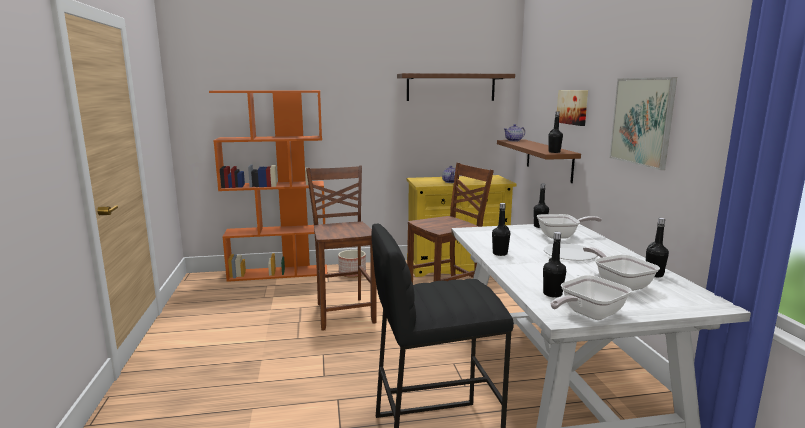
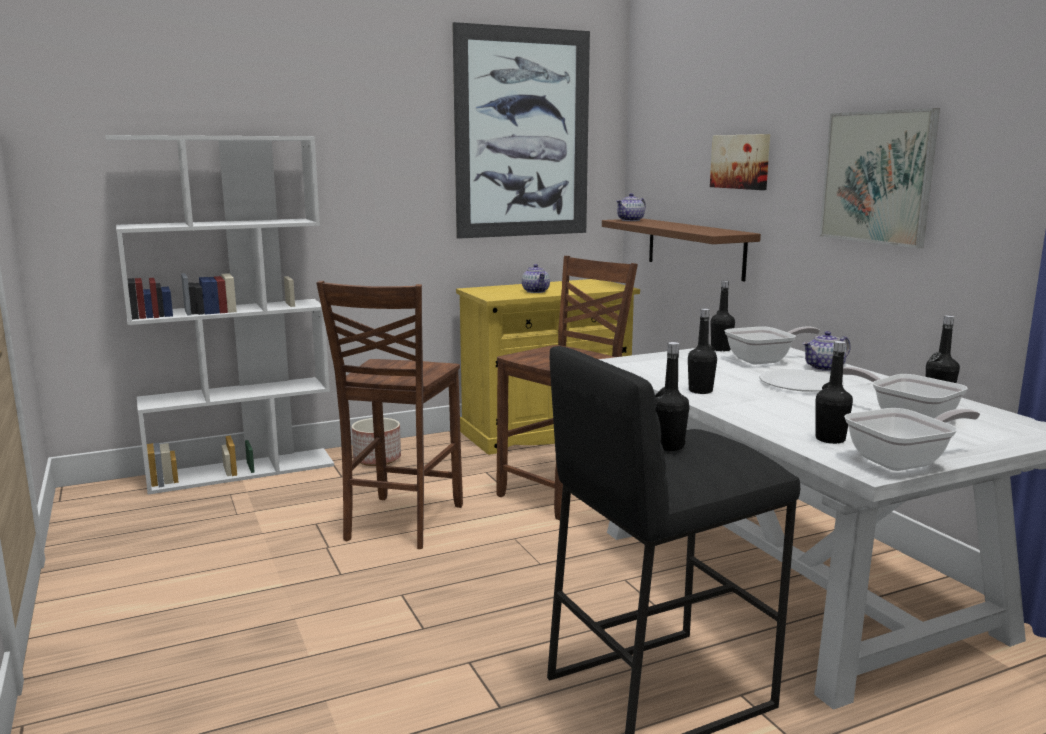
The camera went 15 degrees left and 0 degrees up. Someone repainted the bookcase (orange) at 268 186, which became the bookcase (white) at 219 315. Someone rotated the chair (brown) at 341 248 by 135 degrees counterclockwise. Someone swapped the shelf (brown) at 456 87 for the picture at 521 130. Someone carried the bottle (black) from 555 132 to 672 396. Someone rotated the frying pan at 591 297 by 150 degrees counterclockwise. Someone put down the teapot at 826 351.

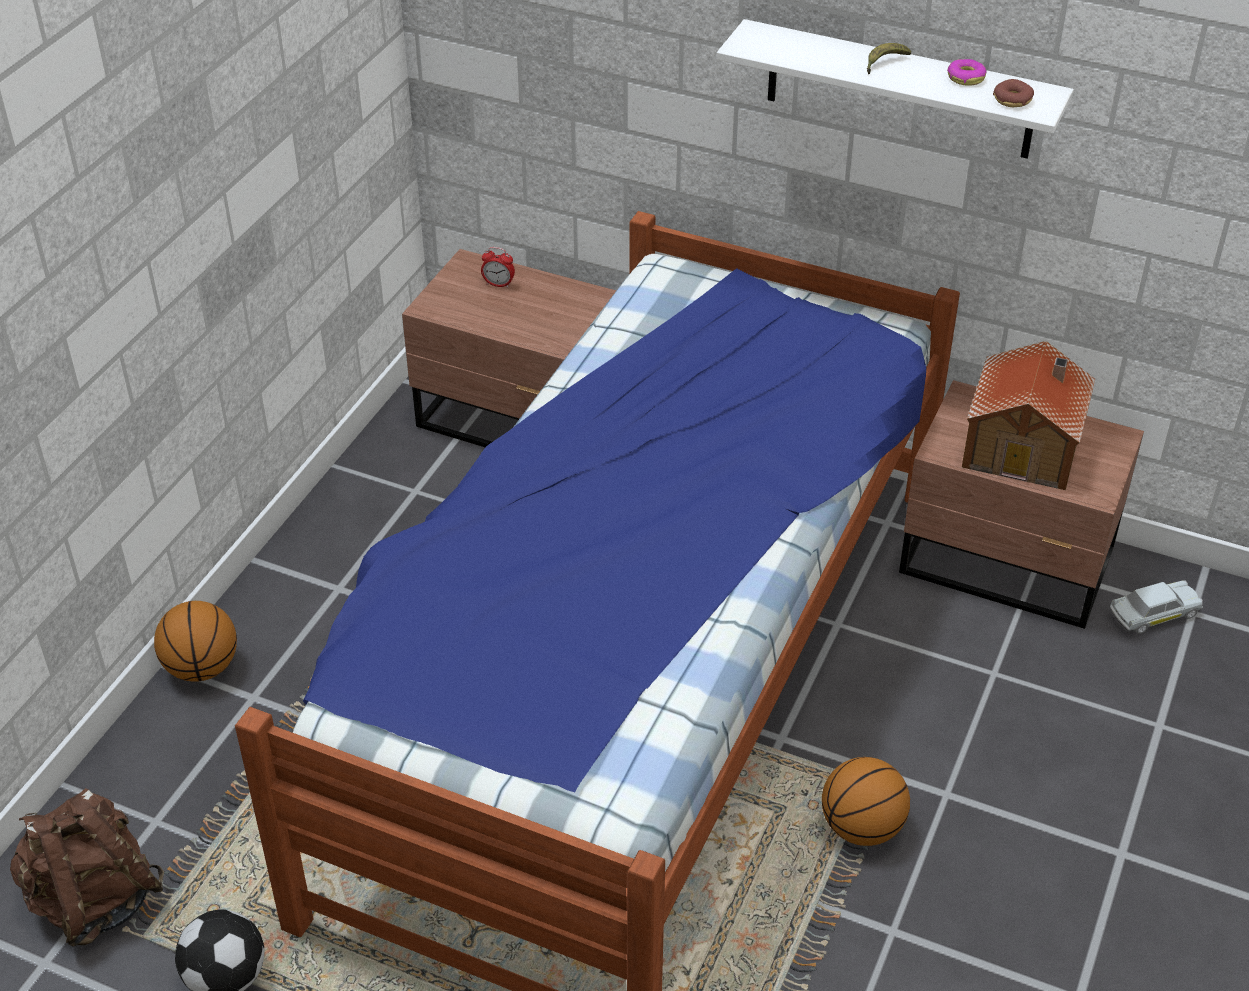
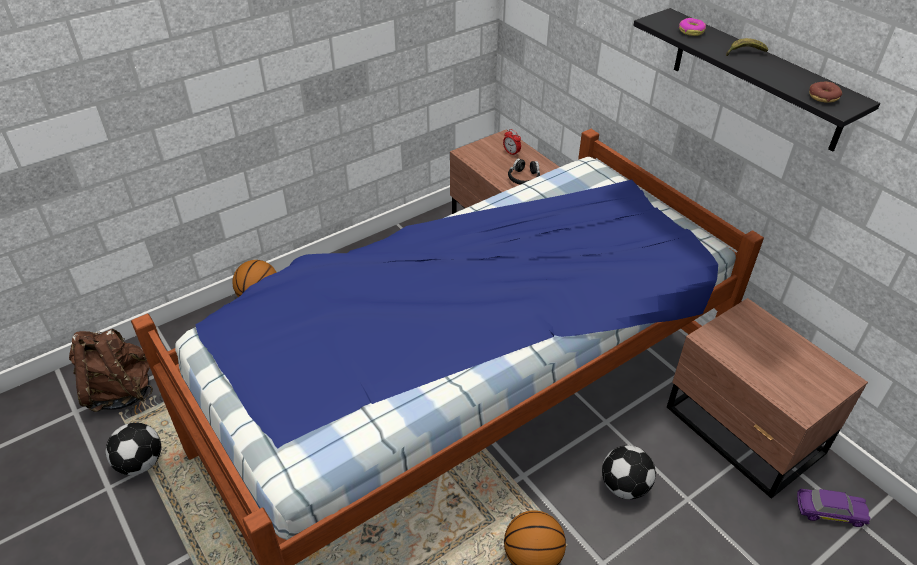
The camera went 30 degrees right and 0 degrees up. Someone repainted the shelf (white) at 895 89, which became the shelf (black) at 756 79. Someone carried the donut from 967 72 to 692 27. Someone took away the toy house at 1028 415. Someone repainted the toy car (white) at 1156 607, which became the toy car (purple) at 834 508. Someone put down the headphones (black) at 524 171. Someone put down the football at 629 472.

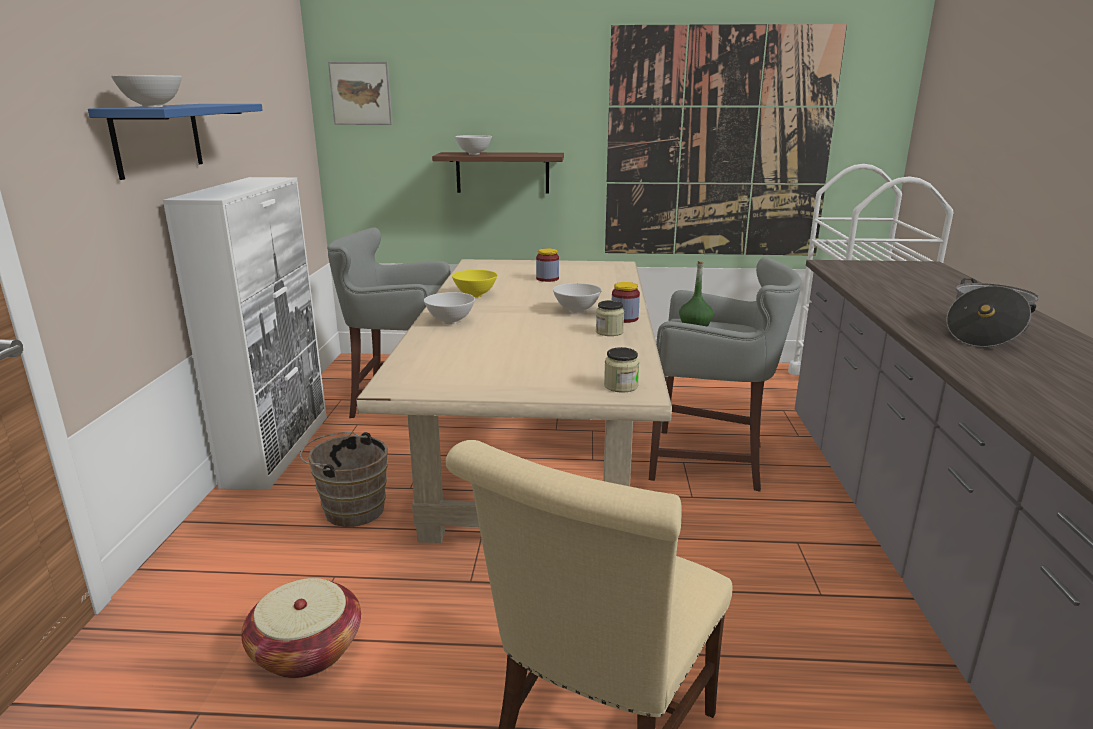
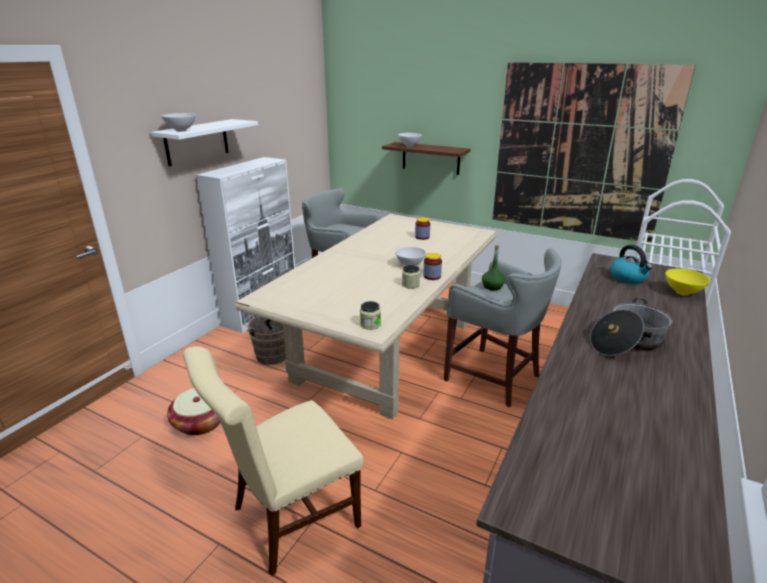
The camera went 25 degrees right and 5 degrees up. Someone repainted the shelf (blue) at 175 142, which became the shelf (white) at 204 142. Someone took away the picture at 360 93. Someone took away the bowl (white) at 449 308. Someone carried the bowl (yellow) from 474 283 to 687 282. Someone put down the kettle at 631 264.

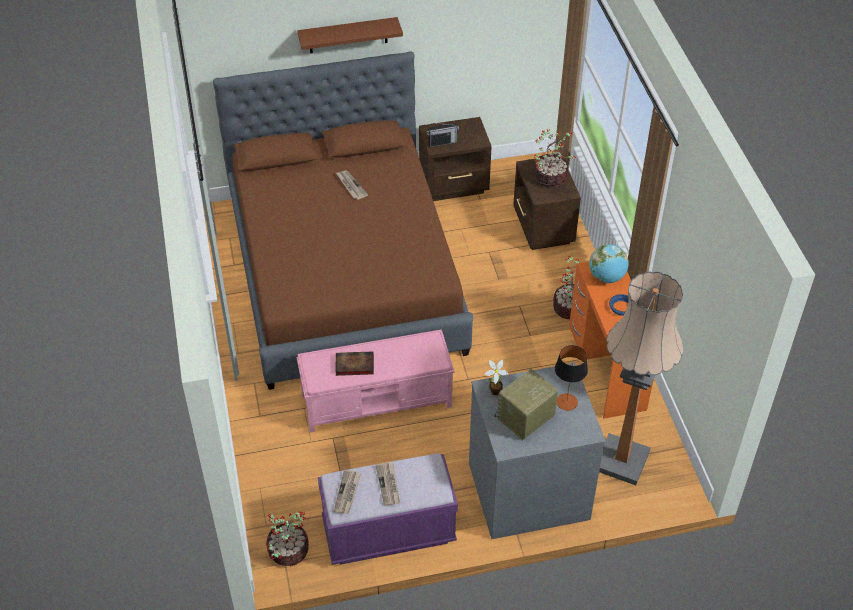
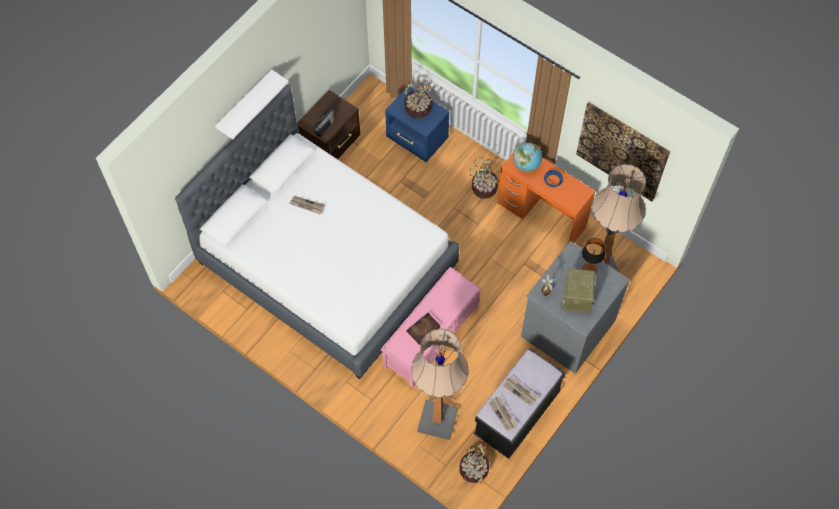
The camera went 40 degrees left and 15 degrees up. Someone repainted the bed (brown) at 343 220, which became the bed (white) at 317 232. Someone repainted the shelf (brown) at 350 35, which became the shelf (white) at 252 104. Someone repainted the bench (purple) at 388 509, which became the bench (black) at 519 403. Someone repainted the nightstand (brown) at 547 204, which became the nightstand (blue) at 417 124. Someone put down the floor lamp at 440 384. Someone put up the picture at 623 152.

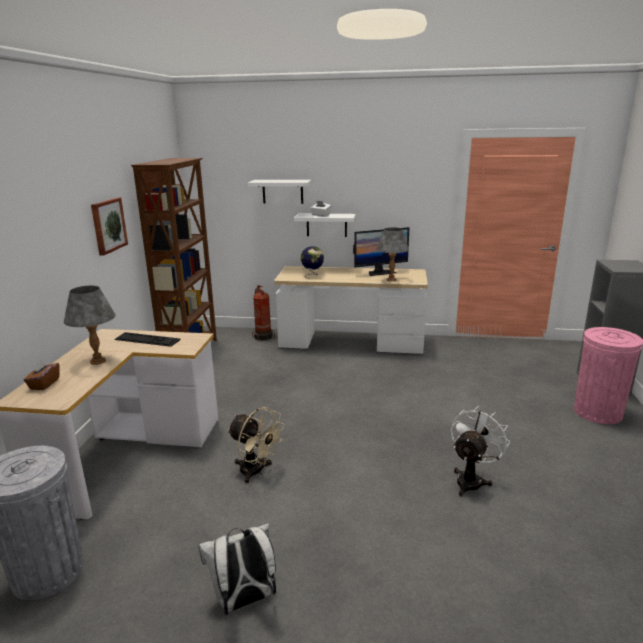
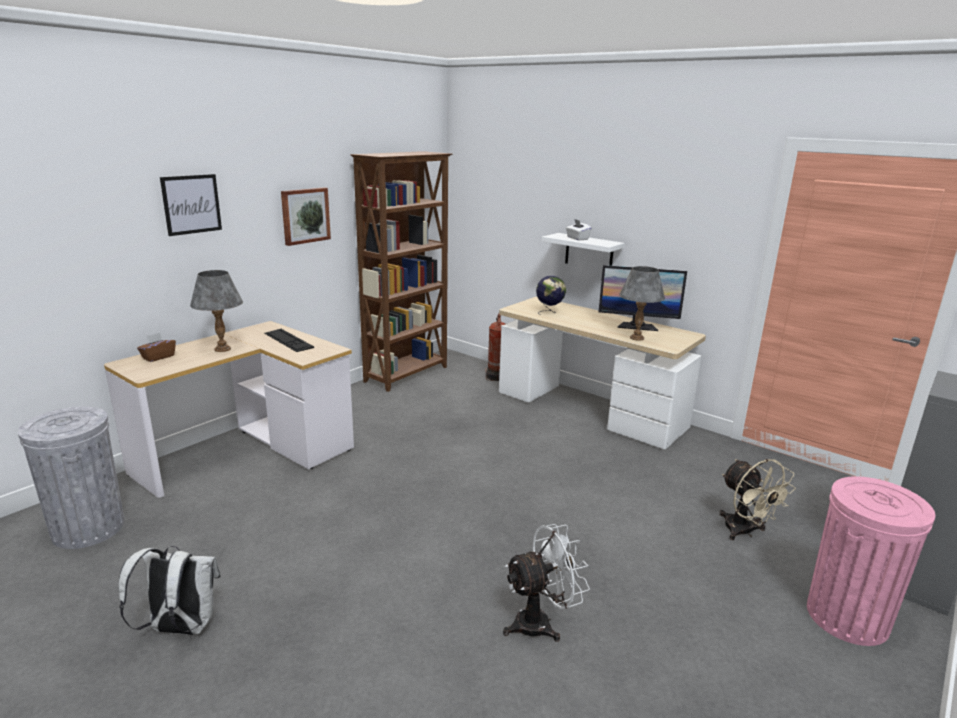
The camera went 30 degrees right and 0 degrees up. Someone carried the fan (beige) from 256 445 to 757 499. Someone took away the shelf (white) at 279 192. Someone put up the picture at 191 205.

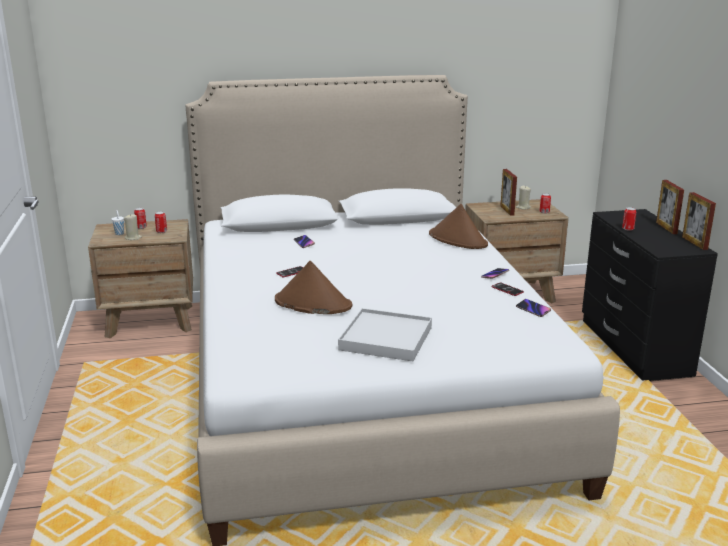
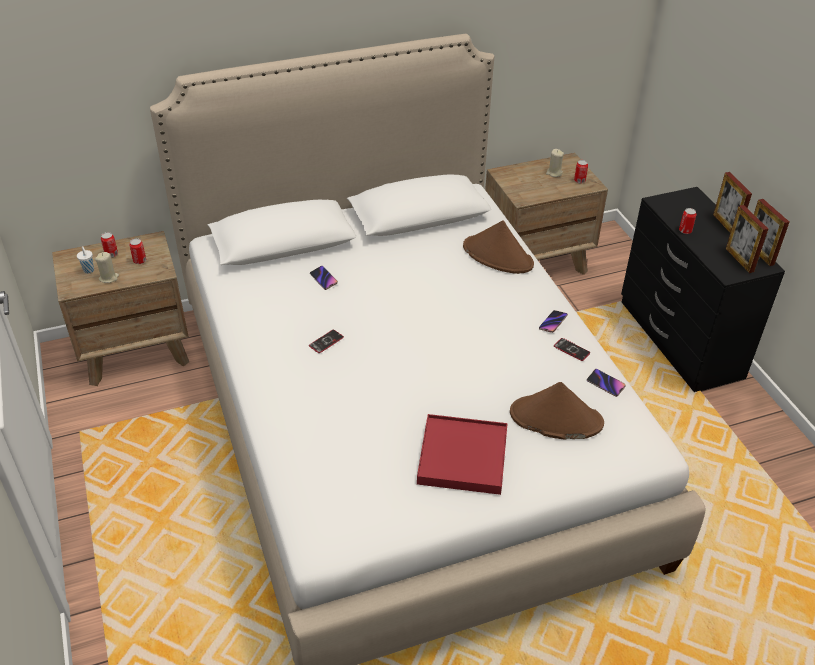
The camera went 10 degrees left and 20 degrees up. Someone carried the hat (brown) from 313 287 to 557 411. Someone repainted the tray (white) at 385 334, which became the tray (red) at 462 454. Someone carried the picture frame from 508 192 to 747 239.

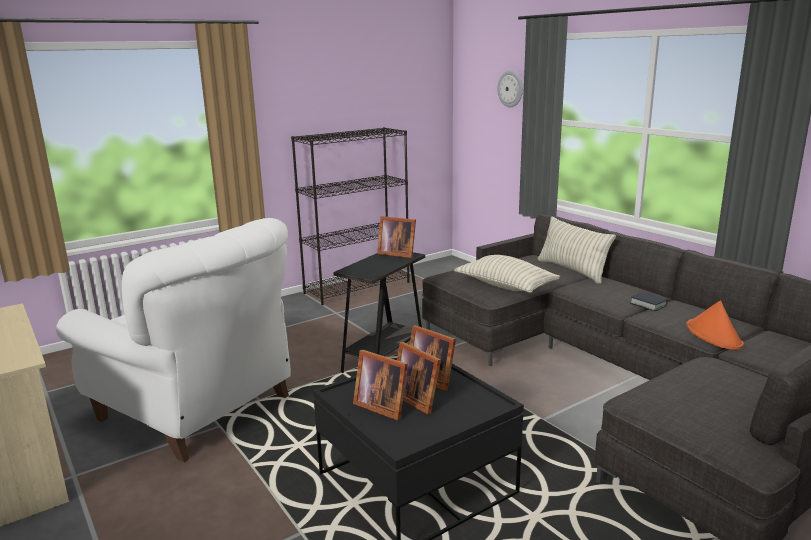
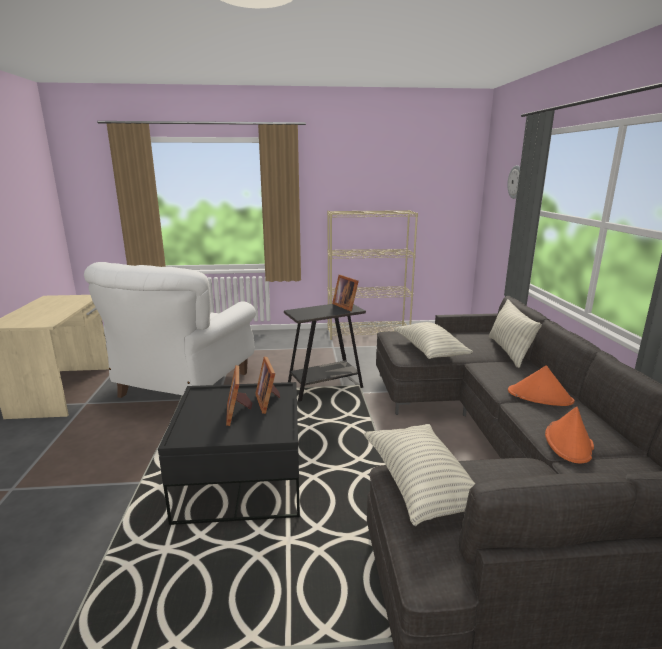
The camera went 30 degrees right and 0 degrees up. Someone rotated the armchair (white) at 173 340 by 45 degrees clockwise. Someone repainted the bookcase (black) at 350 216, which became the bookcase (beige) at 372 275. Someone took away the picture frame at 380 385. Someone swapped the book at 648 301 for the hat (orange) at 541 385. Someone put down the pillow at 419 475.

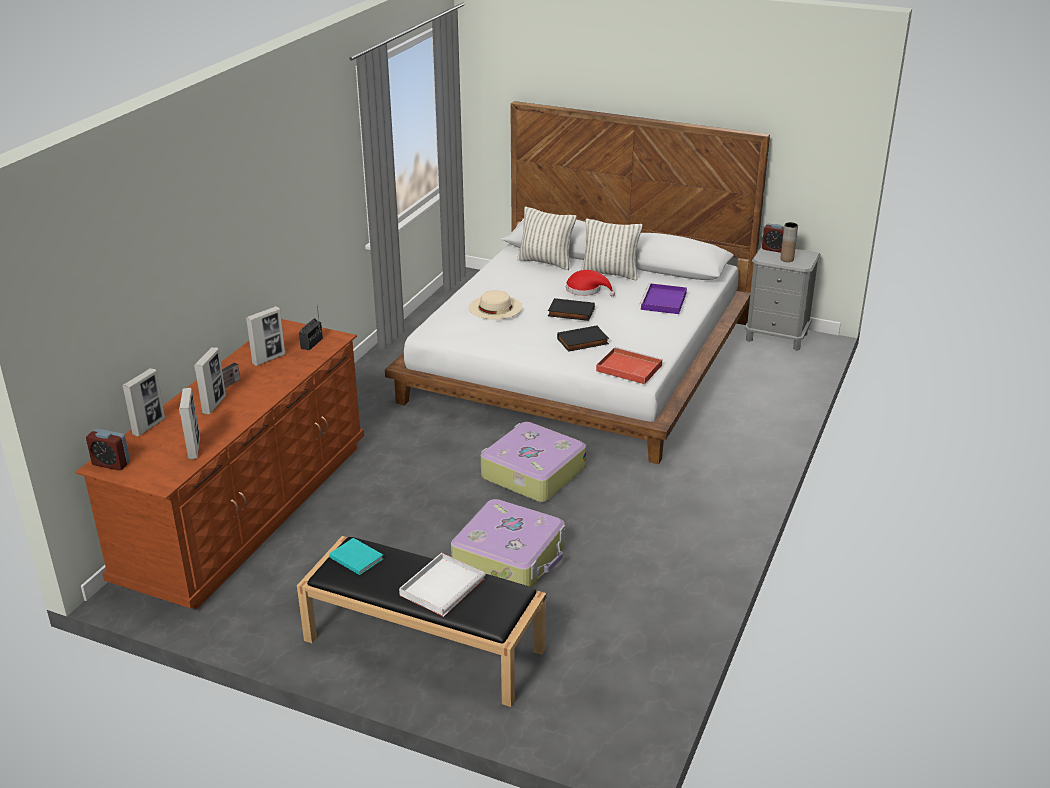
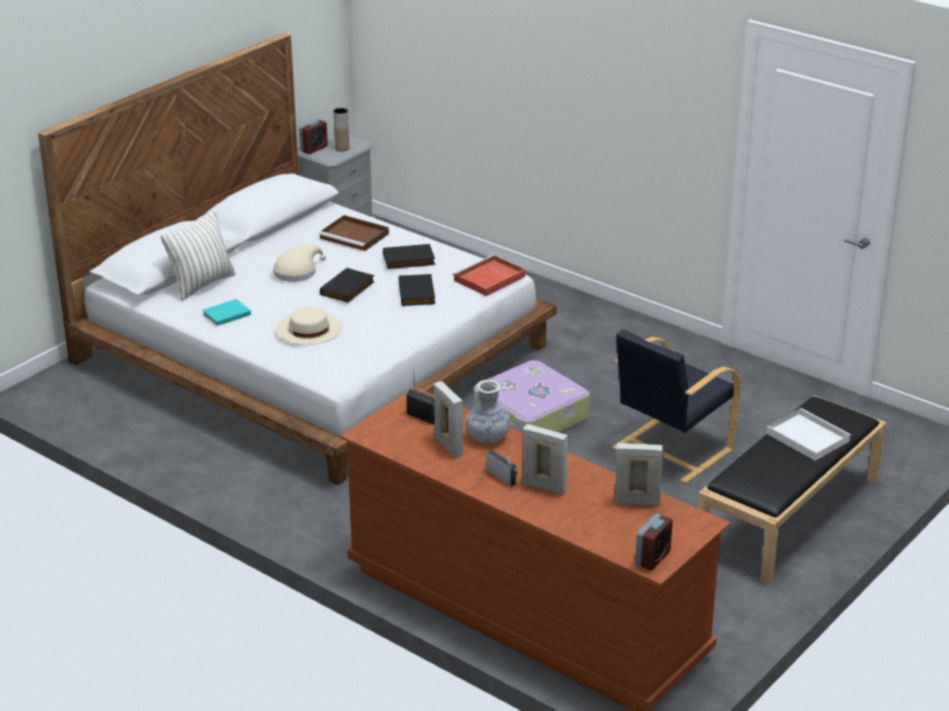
The camera went 75 degrees left and 0 degrees up. Someone took away the picture frame at 143 402. Someone carried the book (turquoise) from 356 556 to 227 312. Someone swapped the suitcase at 508 543 for the armchair (black) at 676 407. Someone repainted the hat (red) at 590 283, which became the hat (beige) at 299 263. Someone took away the pillow at 612 249. Someone repainted the tray (purple) at 663 298, which became the tray (brown) at 354 233. Someone put down the book (black) at 409 256. Someone put down the vase at 488 412.

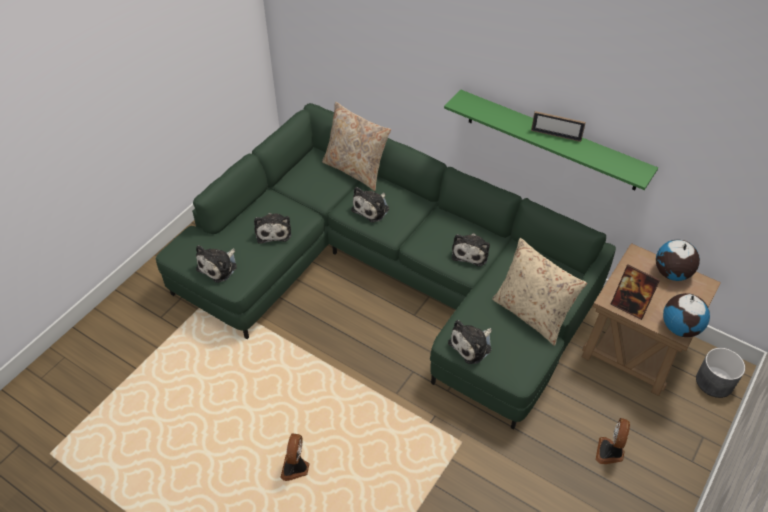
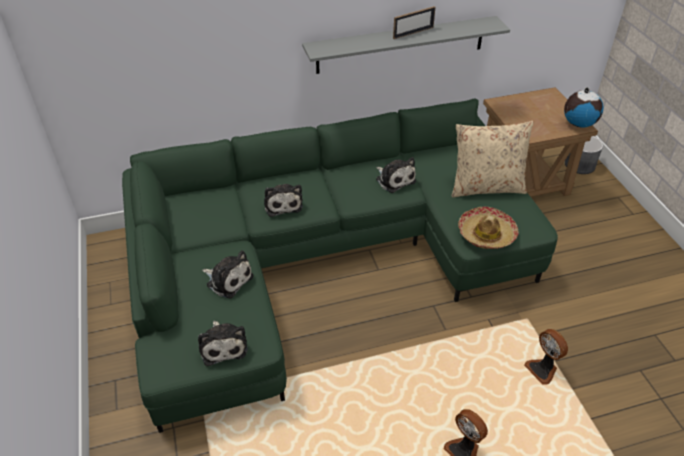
The camera went 50 degrees left and 5 degrees down. Someone took away the pillow (beige) at 356 146. Someone repainted the shelf (green) at 551 140, which became the shelf (grey) at 406 45. Someone swapped the plush toy at 470 342 for the hat at 488 227. Someone carried the fan from 613 441 to 546 357. Someone took away the picture frame at 635 292. Someone took away the globe at 678 260.

